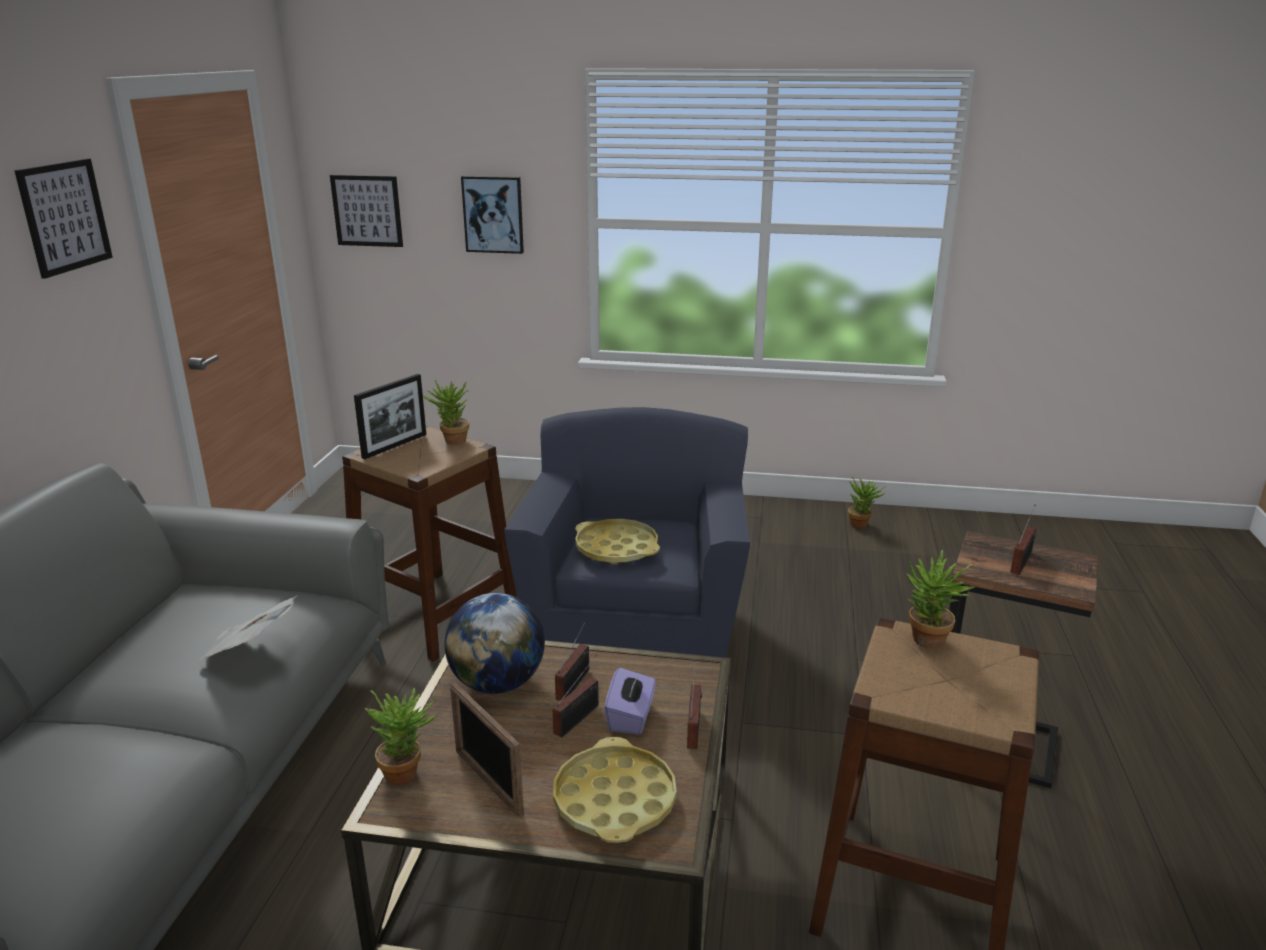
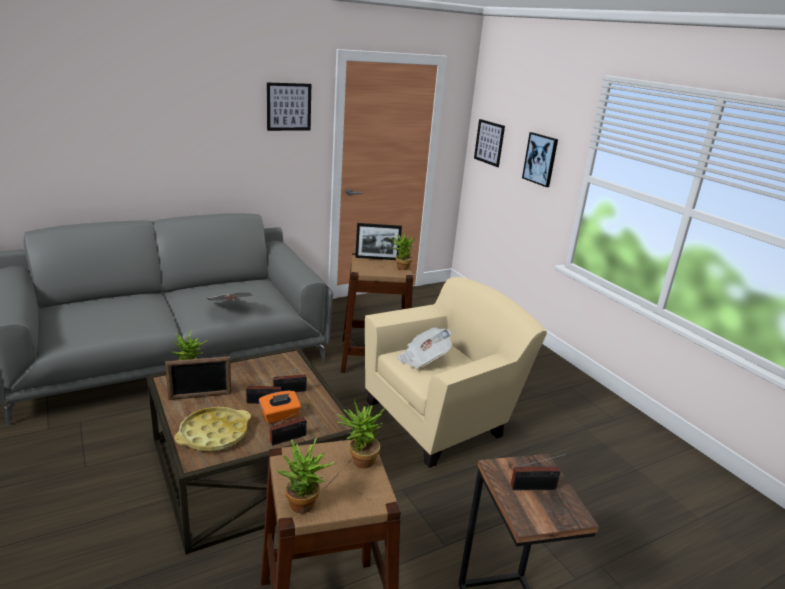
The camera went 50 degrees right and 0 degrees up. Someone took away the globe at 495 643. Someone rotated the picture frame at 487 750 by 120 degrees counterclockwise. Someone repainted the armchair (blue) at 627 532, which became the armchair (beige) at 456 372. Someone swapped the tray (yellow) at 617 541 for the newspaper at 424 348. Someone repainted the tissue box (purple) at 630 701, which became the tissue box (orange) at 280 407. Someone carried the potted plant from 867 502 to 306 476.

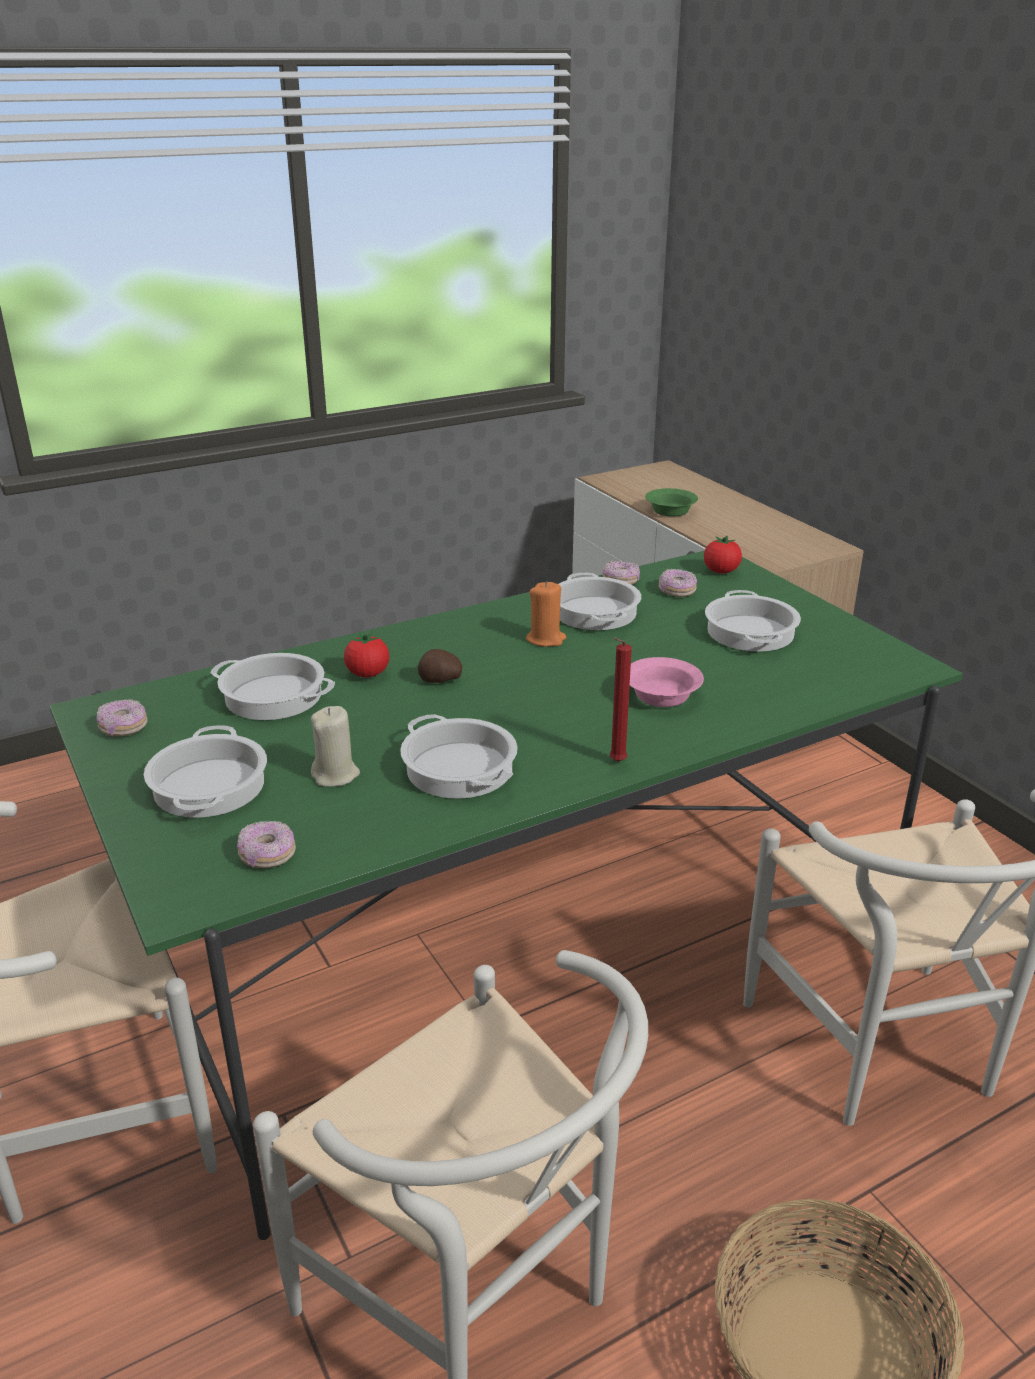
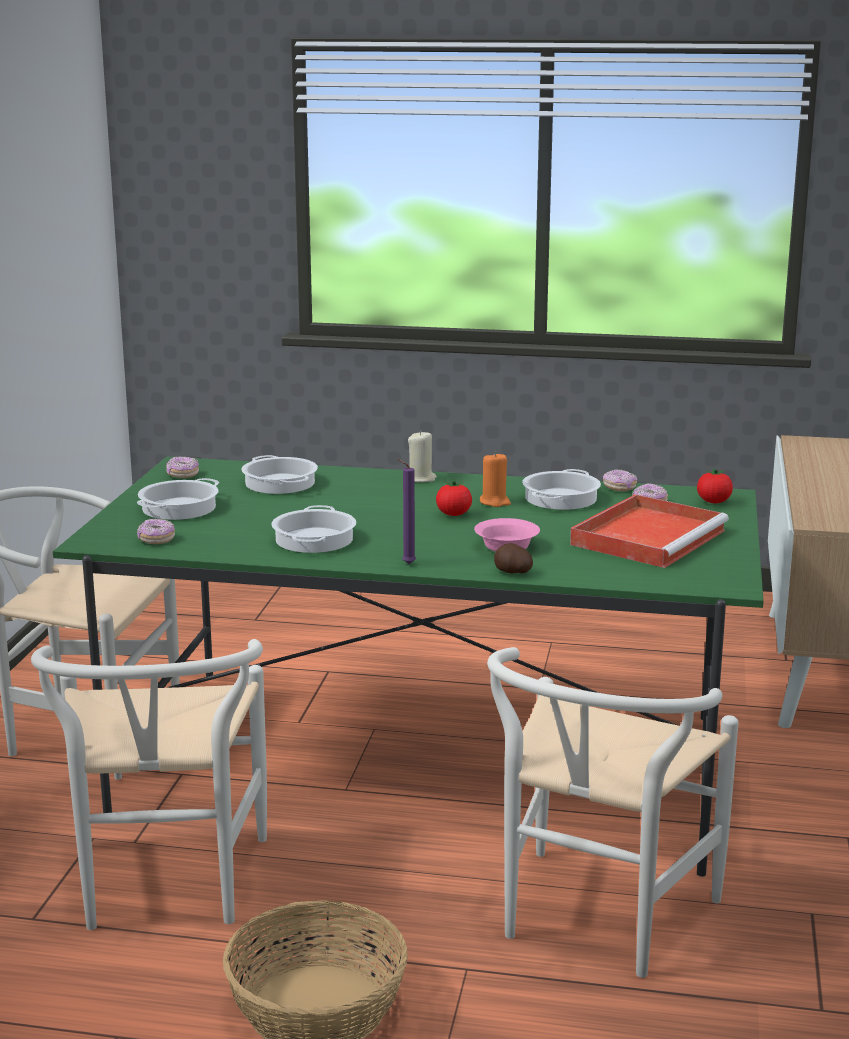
The camera went 40 degrees right and 10 degrees down. Someone carried the candle (beige) from 335 746 to 422 456. Someone carried the tomato from 366 654 to 454 498. Someone carried the potato from 440 666 to 513 558. Someone repainted the candle (red) at 620 699, which became the candle (purple) at 406 511. Someone took away the bowl (green) at 671 502. Someone swapped the cooking pot at 753 620 for the tray (red) at 649 531.

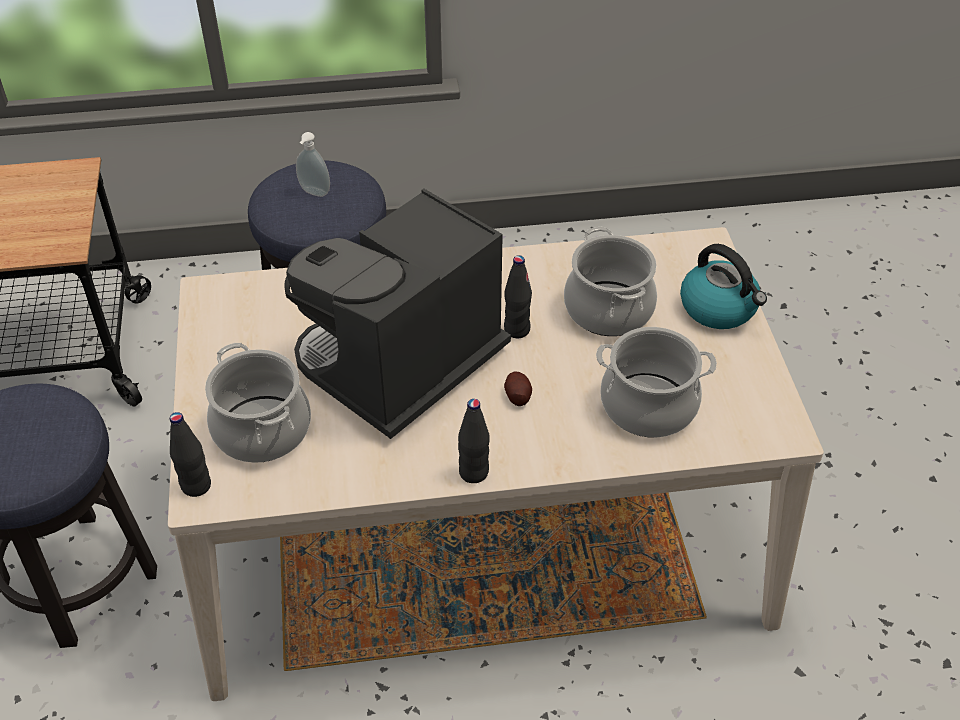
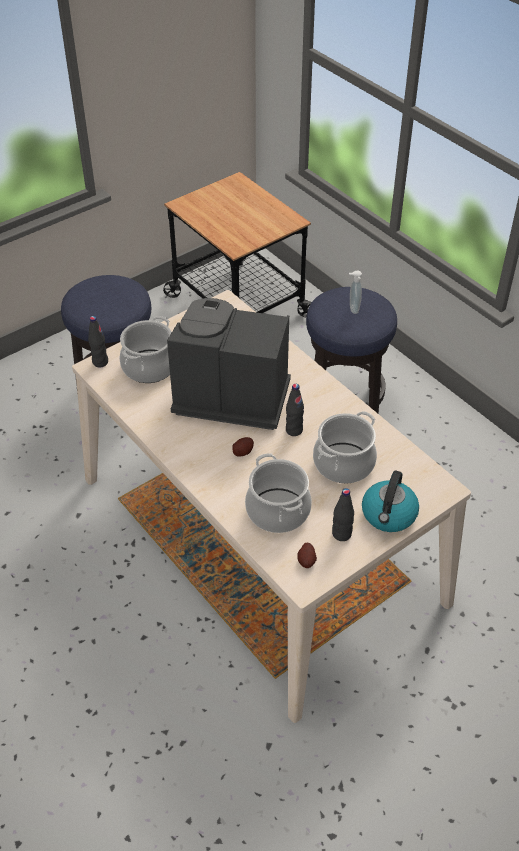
The camera went 60 degrees right and 0 degrees up. Someone carried the bottle (black) from 474 441 to 343 514. Someone put down the potato at 307 555.

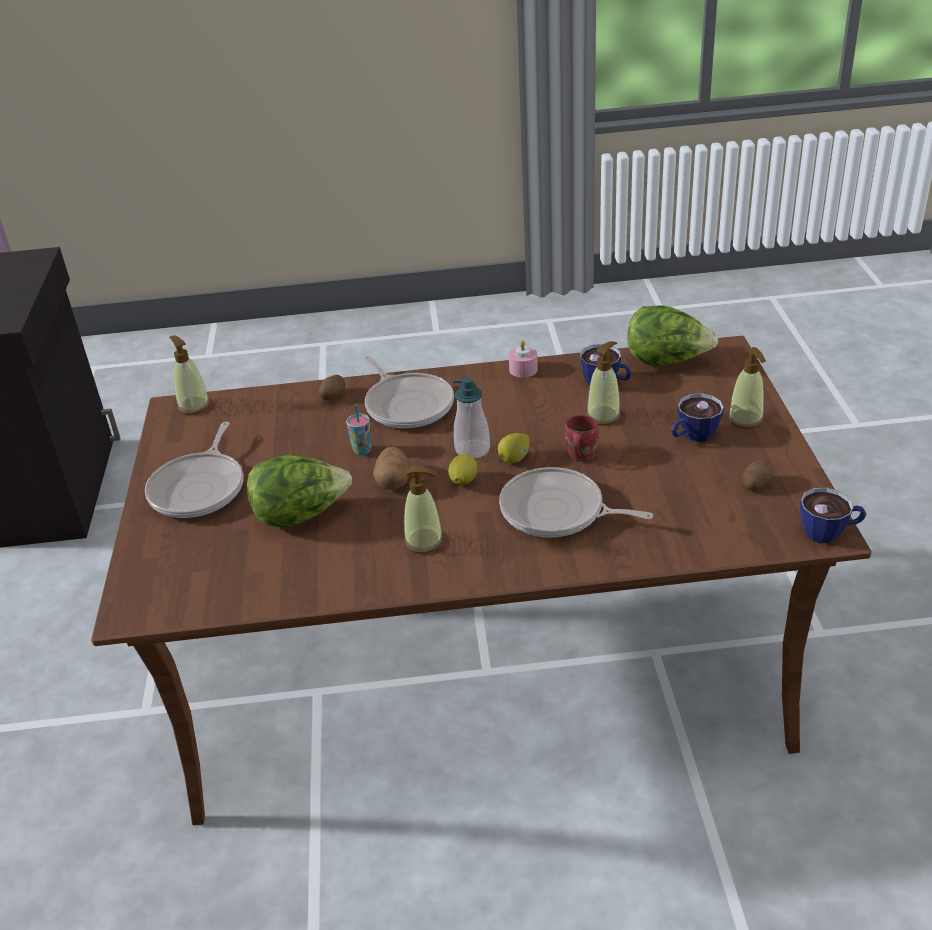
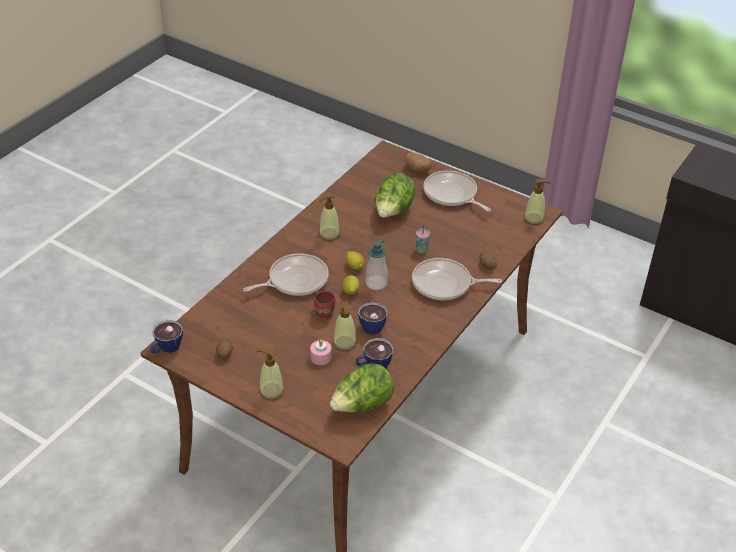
The camera went 125 degrees right and 5 degrees up. Someone carried the potato from 392 468 to 418 162. Someone carried the candle (pink) from 523 359 to 321 352. Someone carried the cup from 697 417 to 373 317.

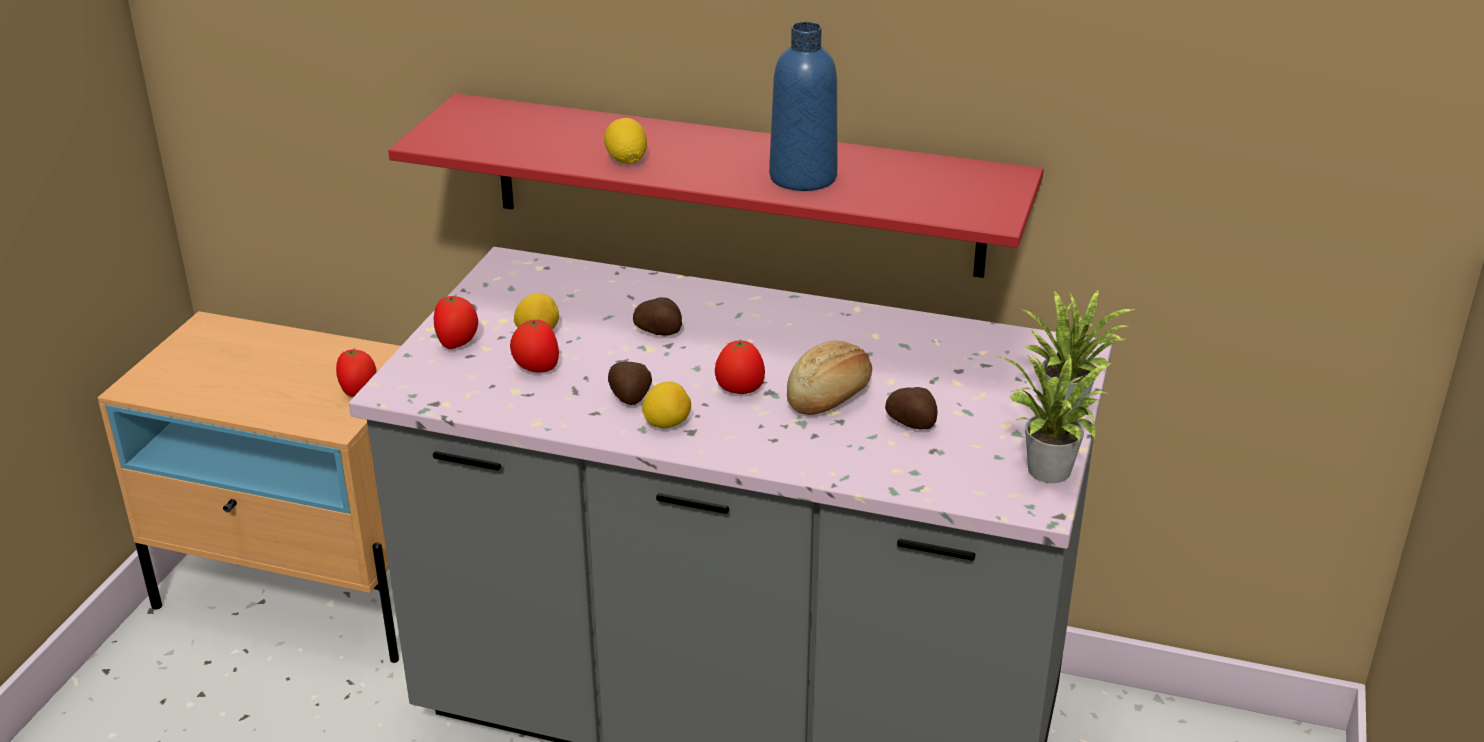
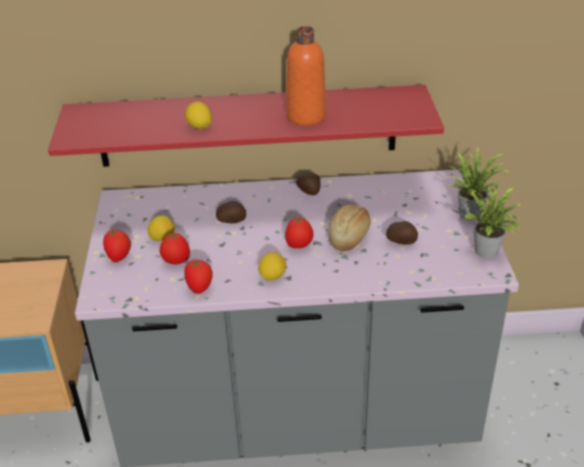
The camera went 20 degrees left and 5 degrees up. Someone carried the tomato from 356 372 to 198 277. Someone carried the potato from 630 383 to 308 184. Someone repainted the bottle (blue) at 803 106, which became the bottle (orange) at 306 76.

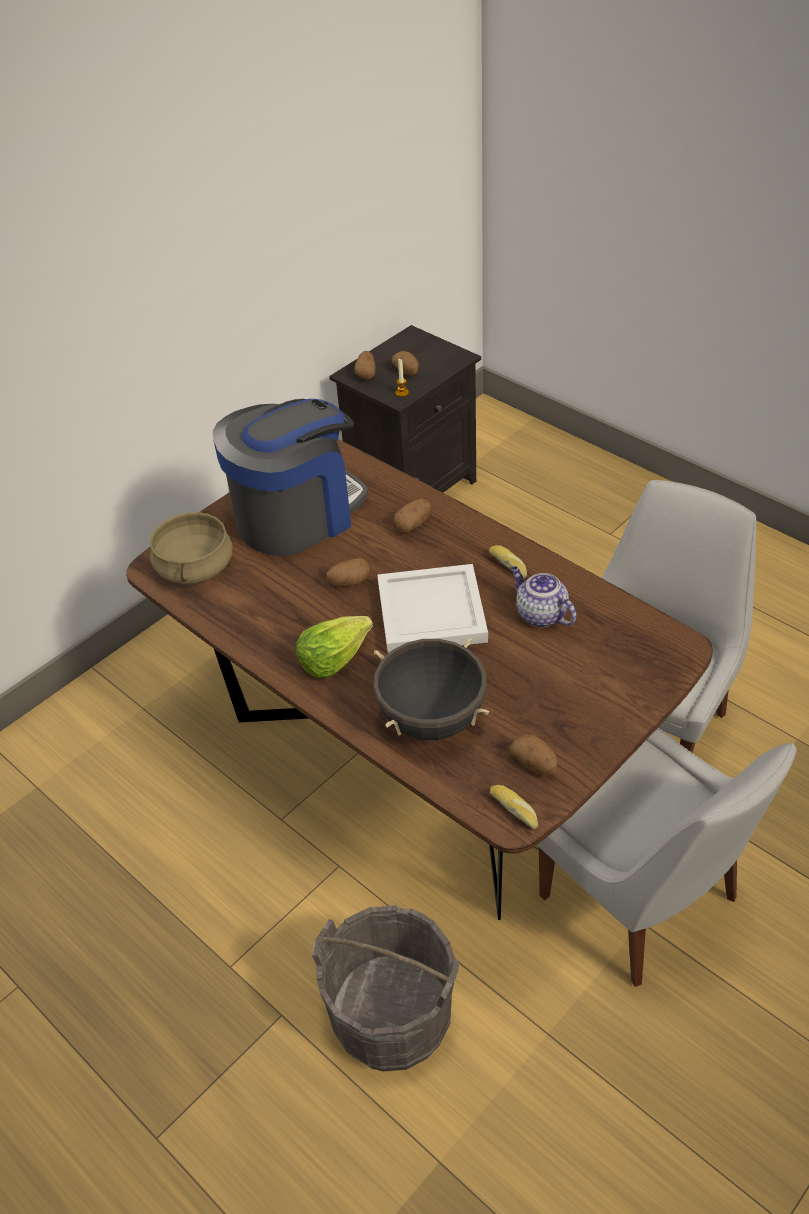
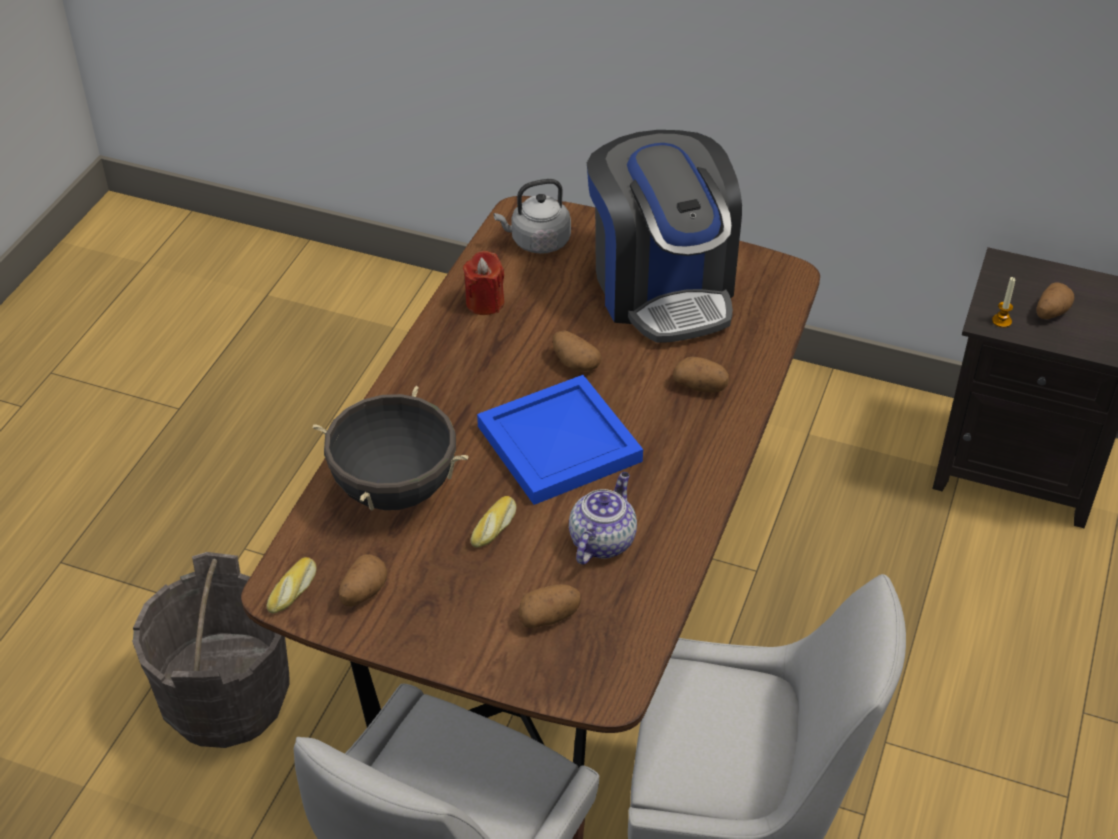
The camera went 65 degrees right and 0 degrees up. Someone swapped the cooking pot (beige) at 191 547 for the kettle (grey) at 532 216. Someone rotated the coffee machine at 290 477 by 45 degrees clockwise. Someone took away the lettuce at 334 647. Someone carried the potato from 365 365 to 549 606. Someone repainted the tray (white) at 433 608, which became the tray (blue) at 560 440. Someone carried the bread from 508 561 to 493 522. Someone put down the candle (red) at 484 283.

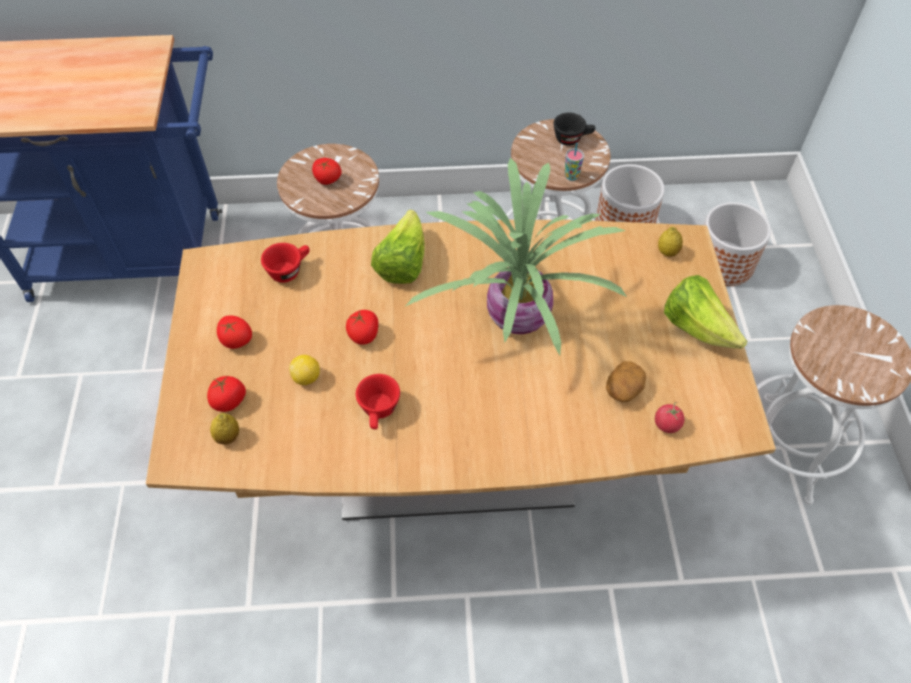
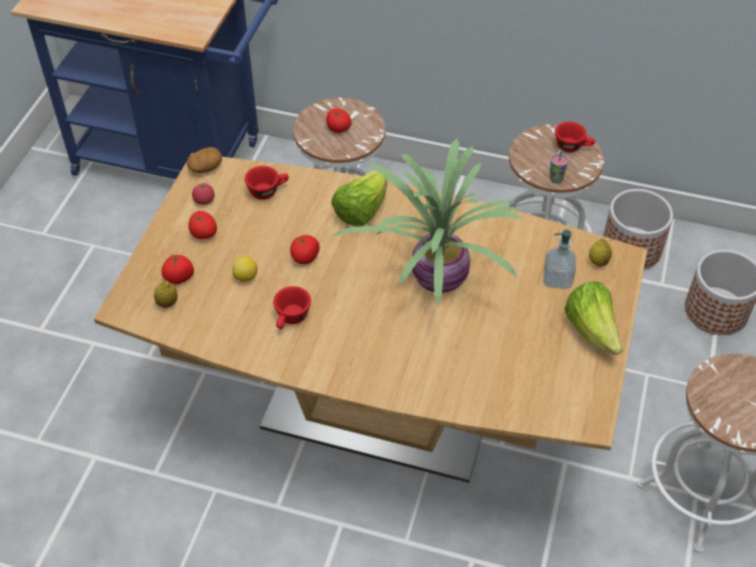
The camera went 20 degrees right and 5 degrees down. Someone repainted the cup (black) at 574 129, which became the cup (red) at 575 136. Someone carried the potato from 626 381 to 204 160. Someone carried the tomato from 670 417 to 203 193. Someone put down the soap dispenser at 559 259.

